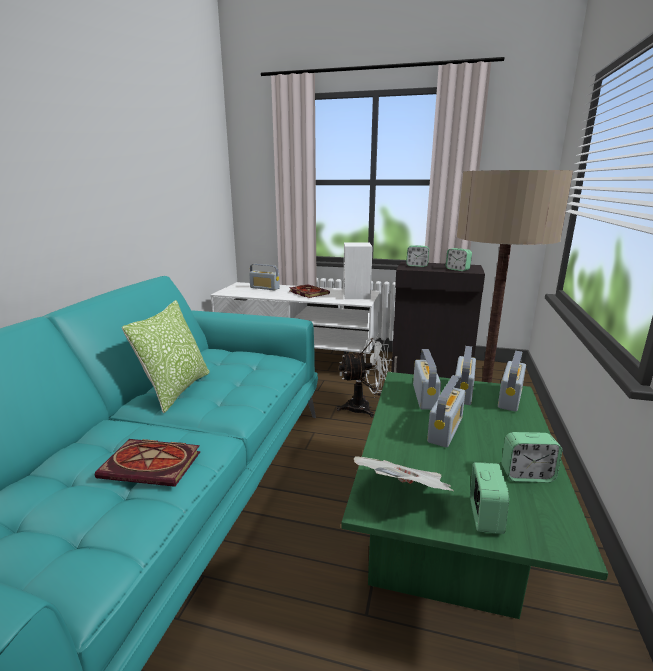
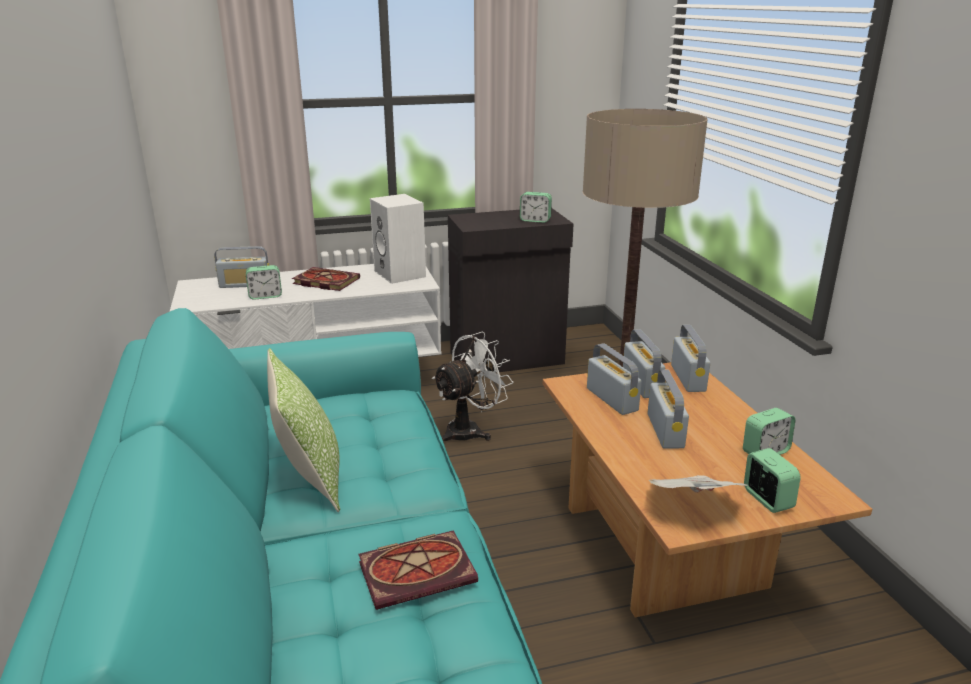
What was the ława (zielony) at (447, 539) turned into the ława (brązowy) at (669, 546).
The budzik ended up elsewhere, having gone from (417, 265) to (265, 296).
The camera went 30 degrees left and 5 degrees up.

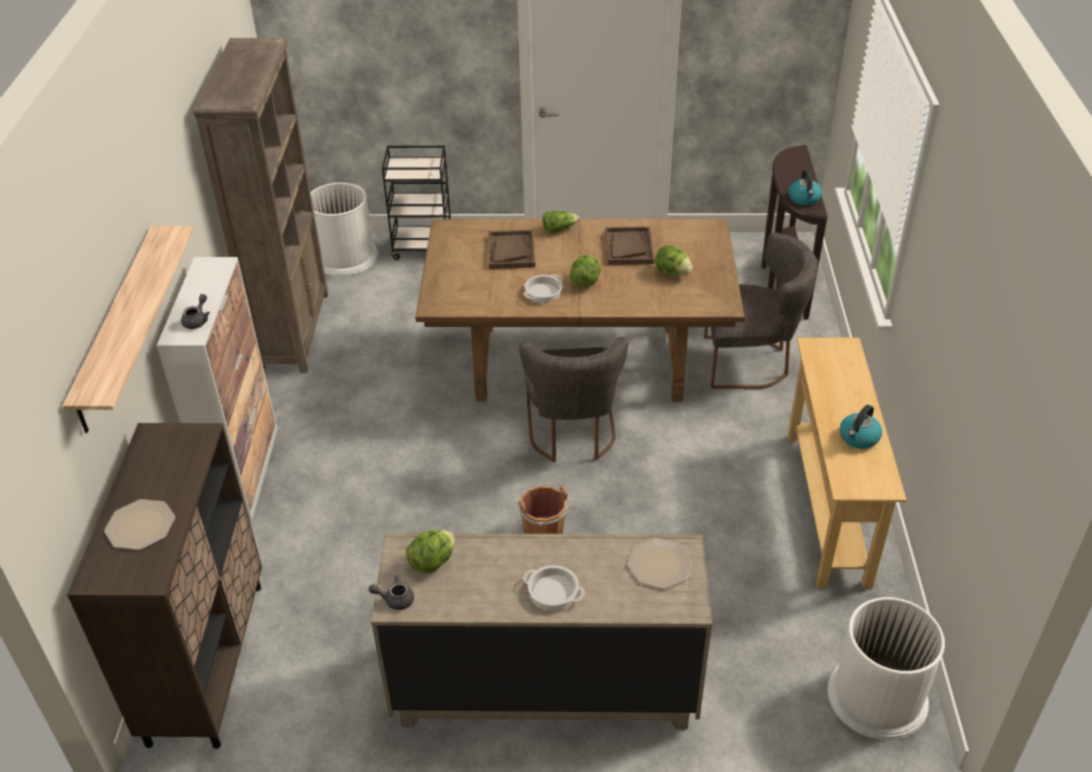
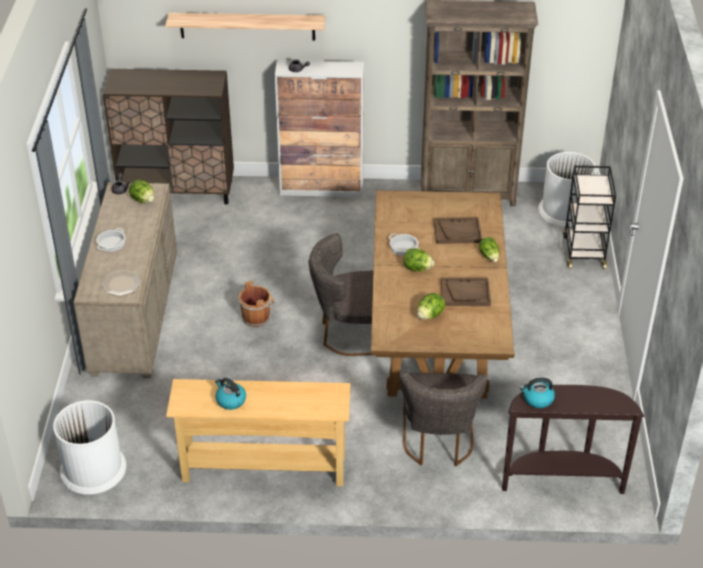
The second view lost the talerz at (140, 526).
The camera went 90 degrees right and 0 degrees up.

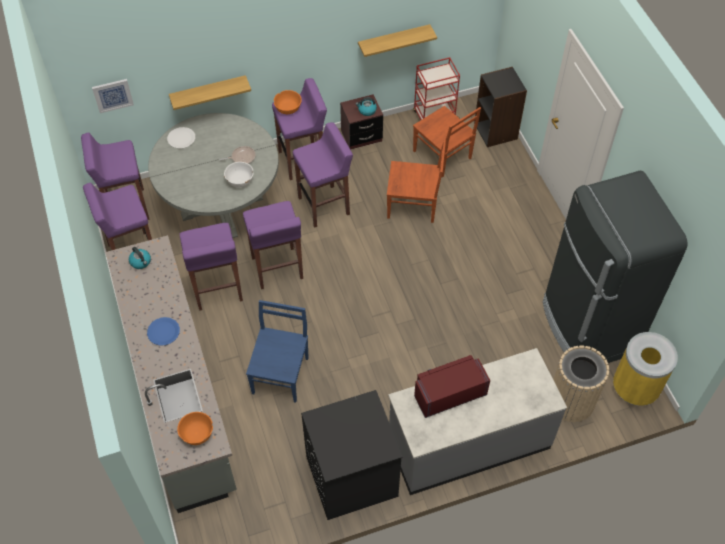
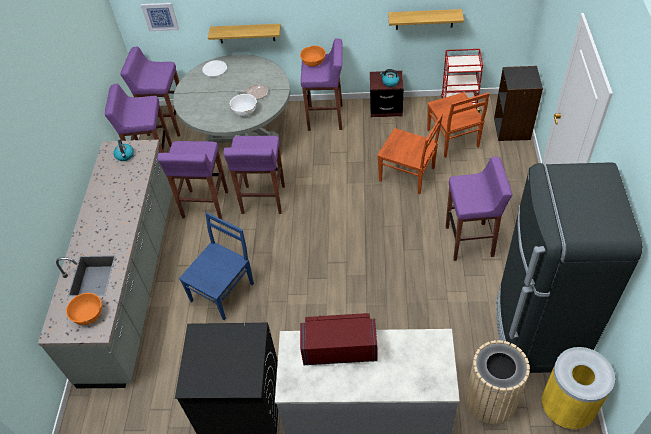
The second view lost the talerz (niebieski) at (163, 332).
The stołek (fioletowy) ended up elsewhere, having gone from (324, 206) to (470, 241).
The camera went 25 degrees right and 5 degrees down.

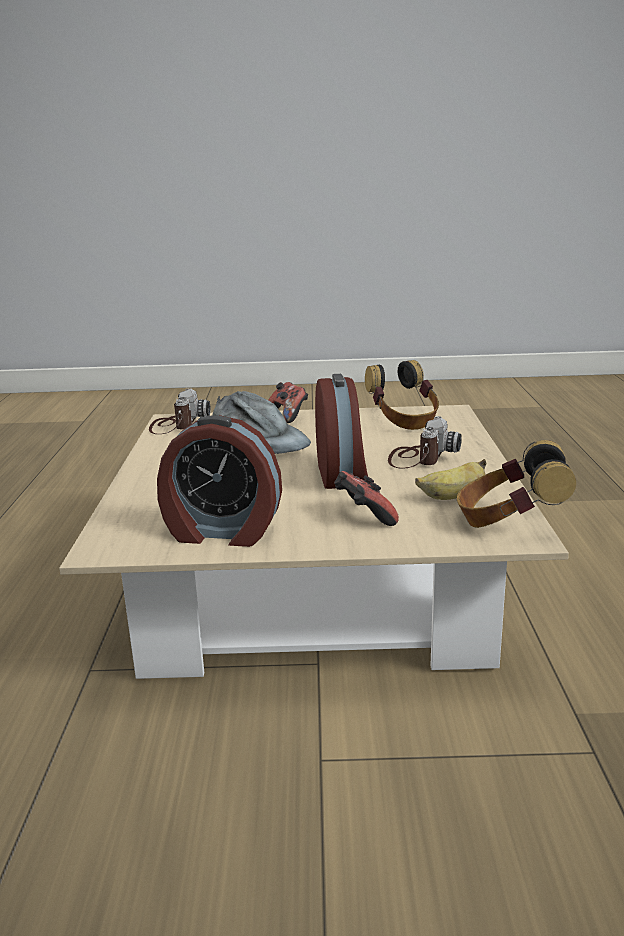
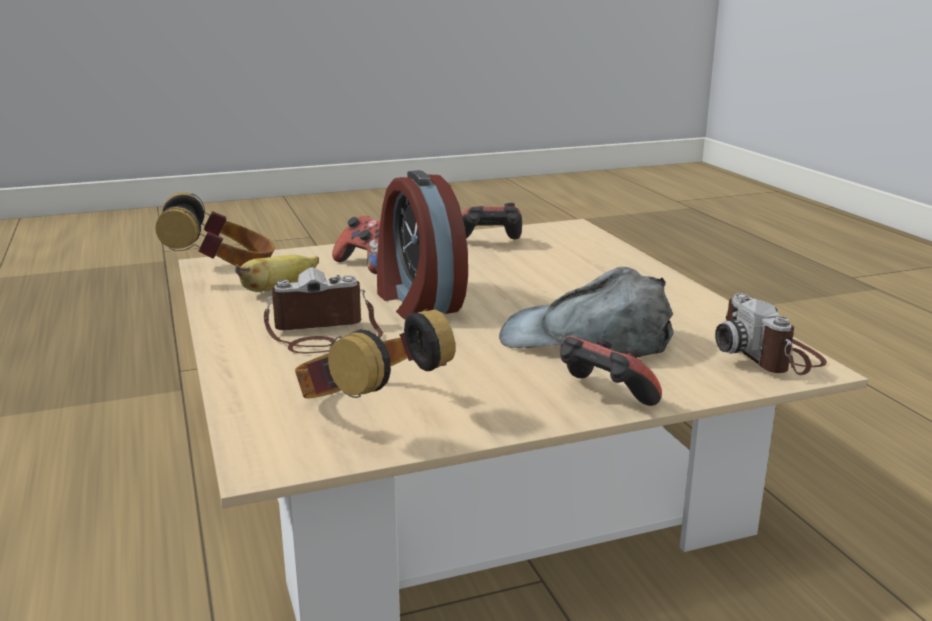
Where the budzik stood at (221, 532), the pad do gier came to stand at (490, 243).
The aparat fotograficzny at (419, 457) ended up facing another way, 75 degrees clockwise from before.
The camera went 160 degrees right and 0 degrees up.

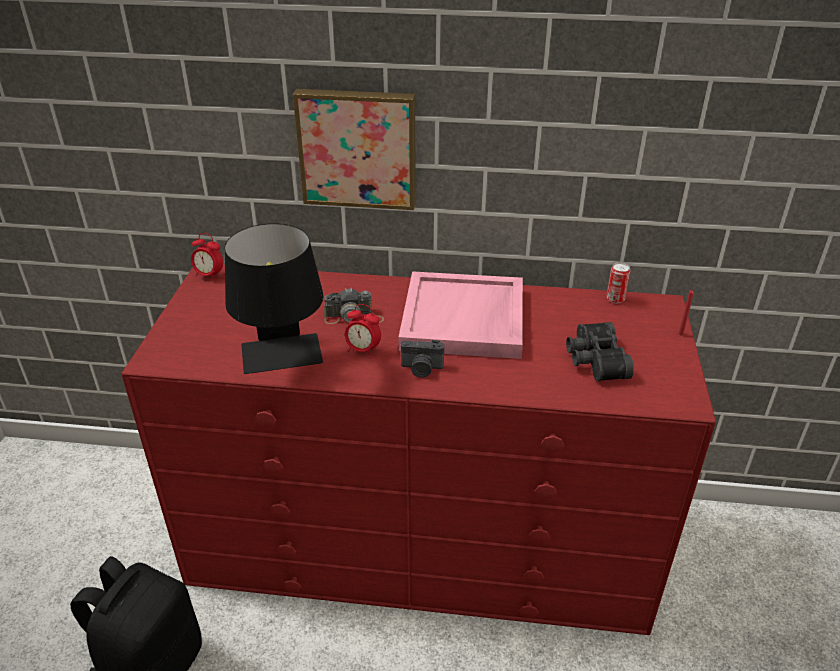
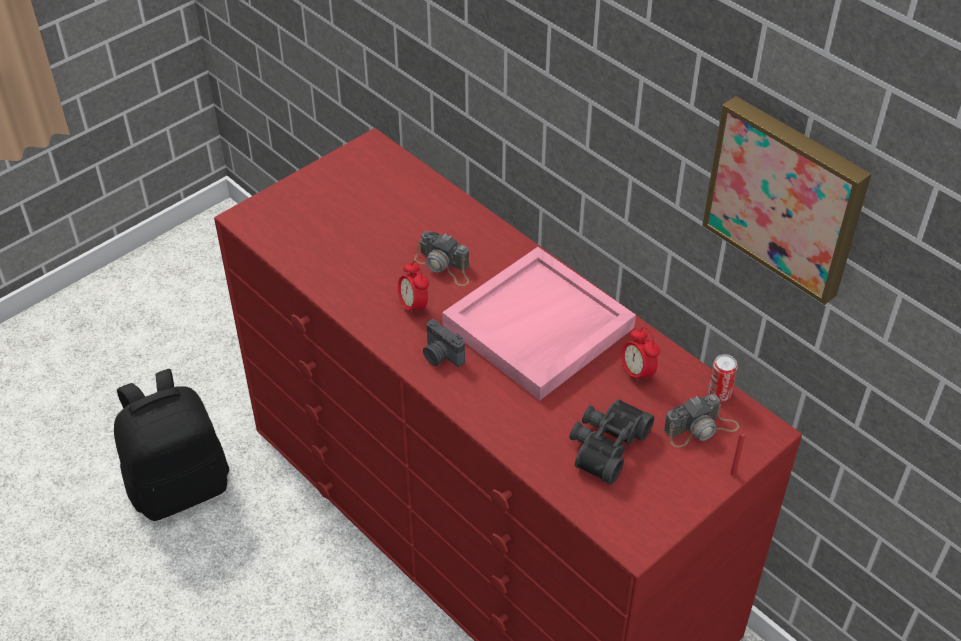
The budzik ended up elsewhere, having gone from (209, 275) to (637, 373).
The second view lost the lampa stołowa (czarny) at (283, 363).
The obraz ended up elsewhere, having gone from (358, 148) to (787, 197).
The second view gained the aparat fotograficzny at (701, 428).
The camera went 40 degrees right and 10 degrees up.

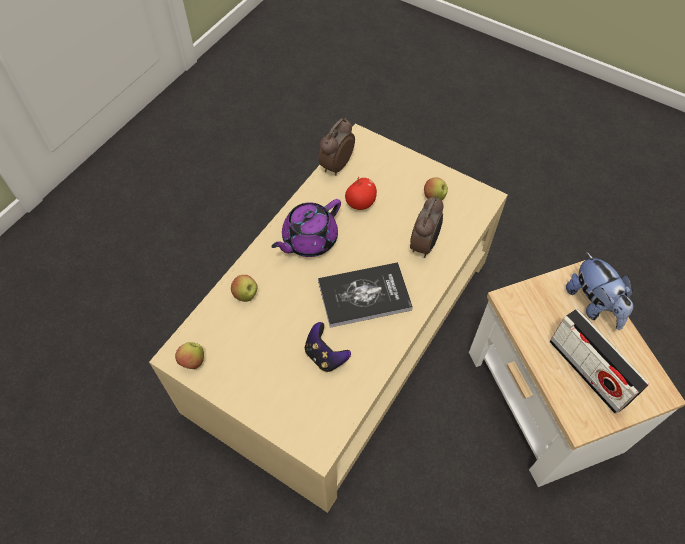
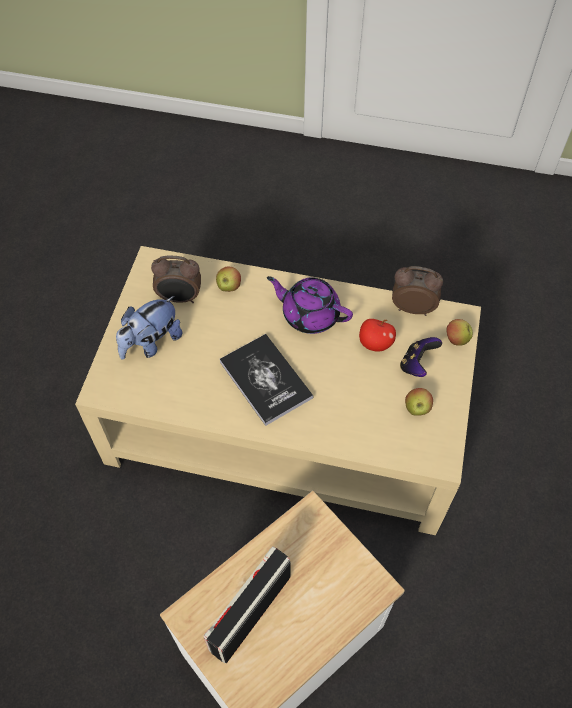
The jabłko ended up elsewhere, having gone from (193, 361) to (456, 339).
The pad do gier ended up elsewhere, having gone from (325, 356) to (417, 364).
The budzik ended up elsewhere, having gone from (424, 244) to (180, 298).
The pluszak ended up elsewhere, having gone from (593, 305) to (151, 343).
The camera went 70 degrees right and 0 degrees up.

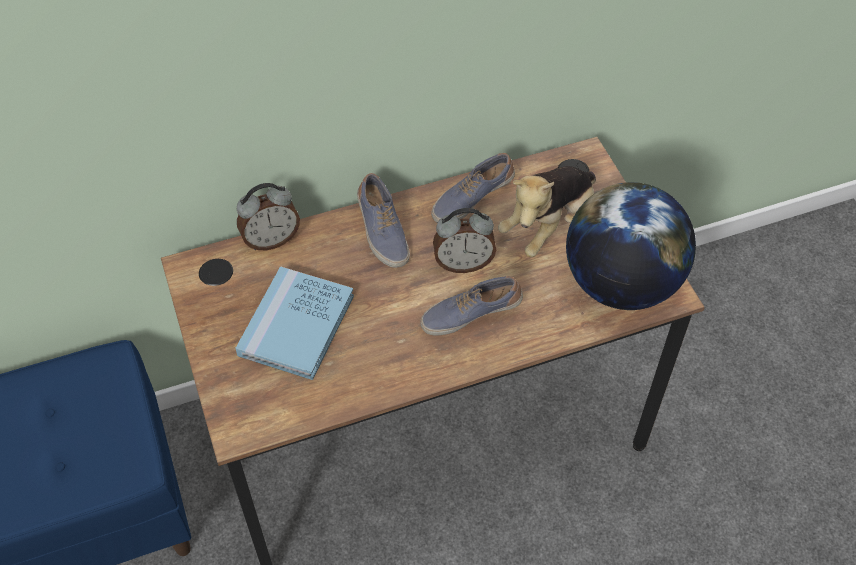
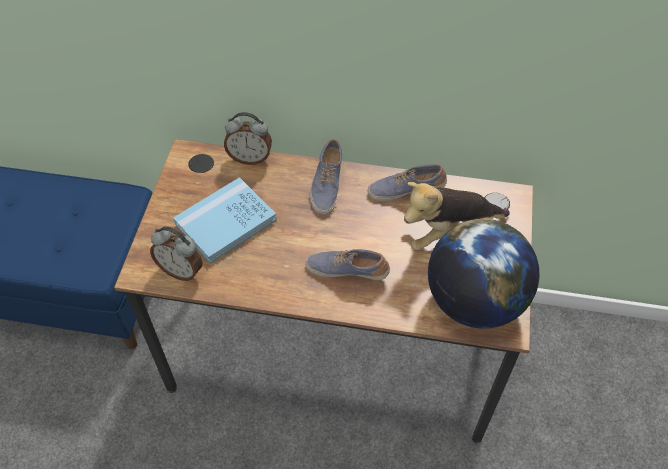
The budzik ended up elsewhere, having gone from (463, 263) to (181, 270).
The camera went 30 degrees right and 0 degrees up.

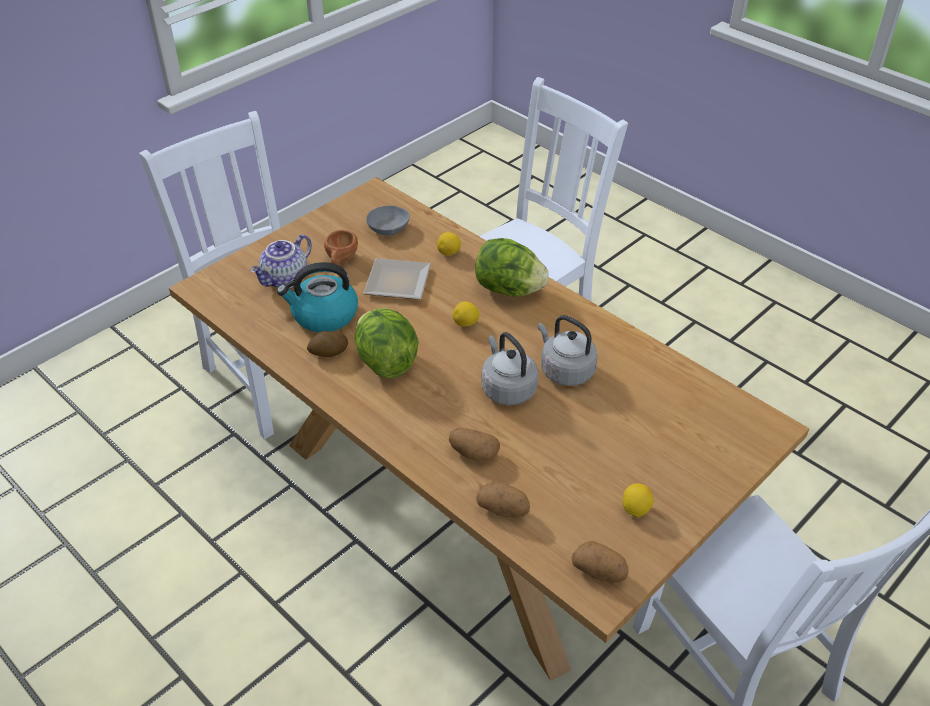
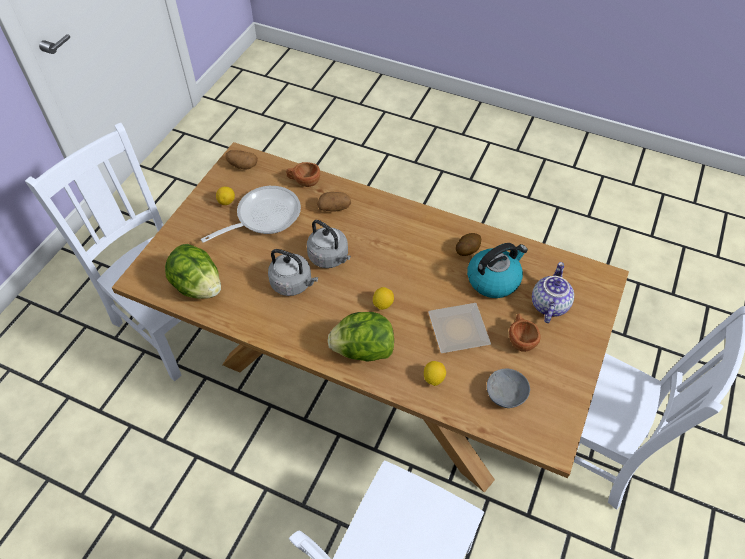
The sałata ended up elsewhere, having gone from (385, 362) to (198, 286).
Where the ziemniak stood at (503, 509), the filiżanka (brązowy) came to stand at (304, 182).
The second view gained the patelnia at (263, 216).
The camera went 160 degrees right and 10 degrees up.

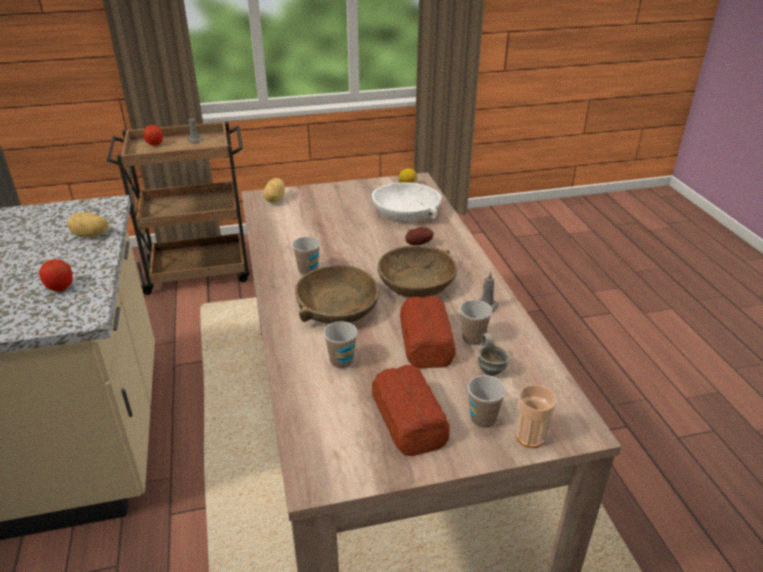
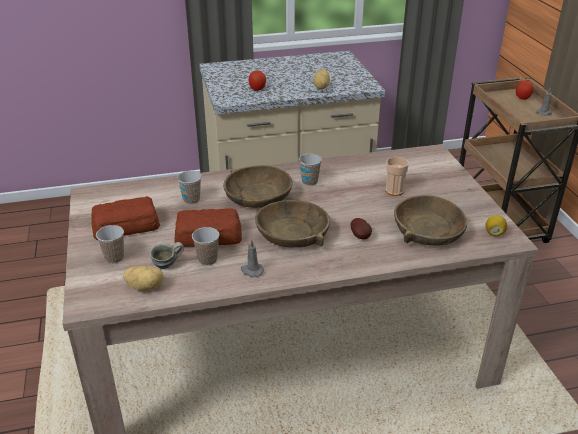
The ziemniak ended up elsewhere, having gone from (274, 199) to (145, 286).
What was the miska (biały) at (407, 211) turned into the miska (brązowy) at (428, 231).
The filiżanka ended up elsewhere, having gone from (530, 437) to (394, 191).
The camera went 90 degrees right and 0 degrees up.

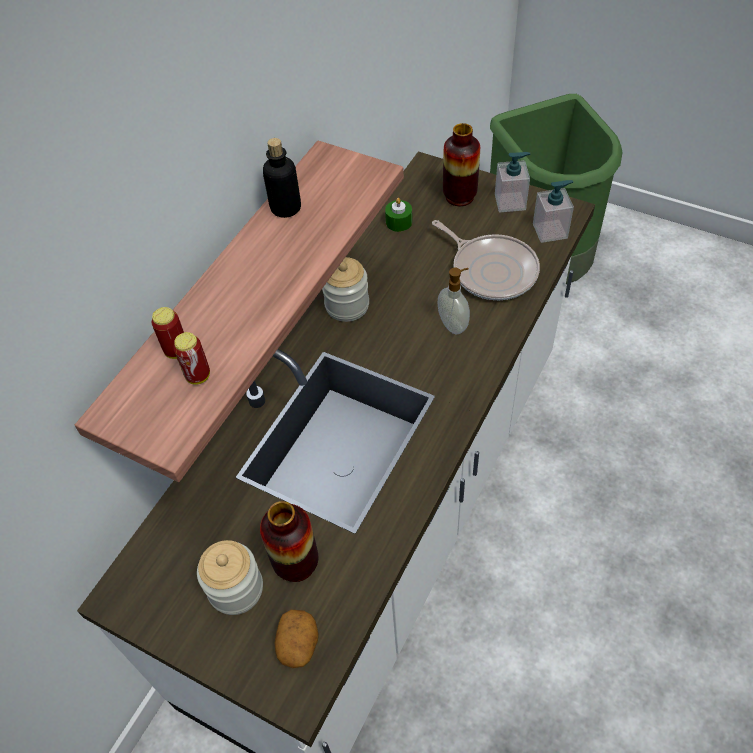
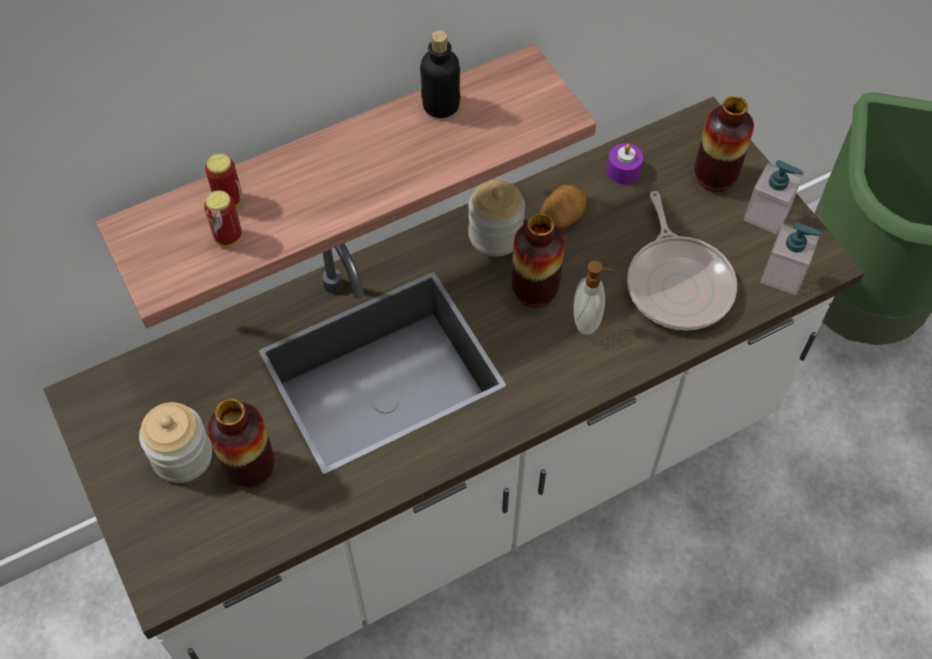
The ziemniak ended up elsewhere, having gone from (298, 644) to (562, 216).
What was the świeca (zielony) at (399, 222) turned into the świeca (fioletowy) at (623, 170).
The second view gained the wazon at (534, 291).
The camera went 30 degrees right and 5 degrees up.

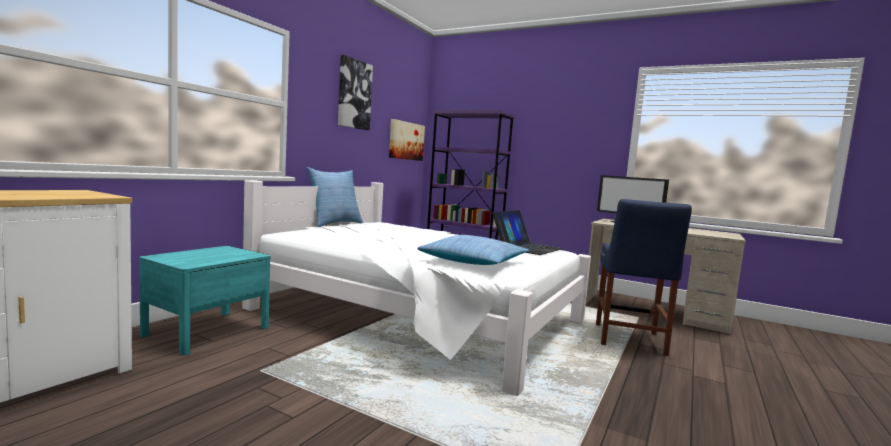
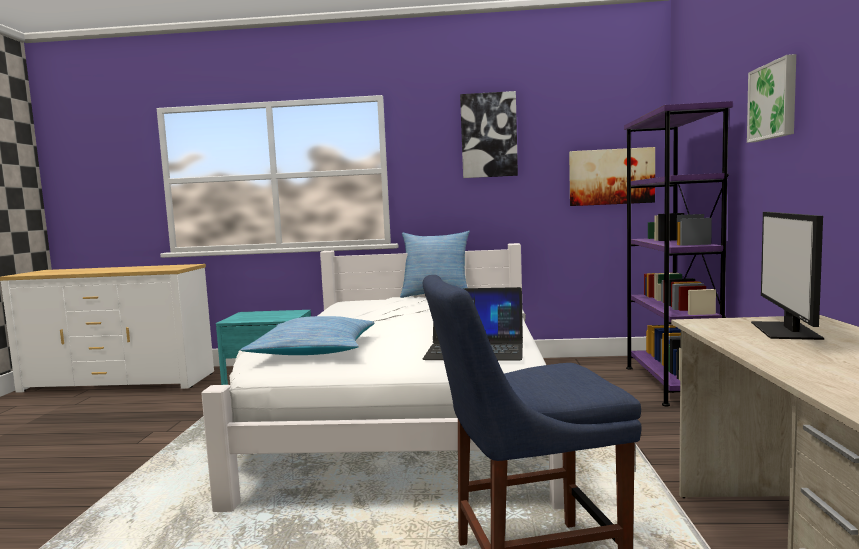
The second view gained the obraz at (774, 101).
The camera went 65 degrees right and 0 degrees up.

